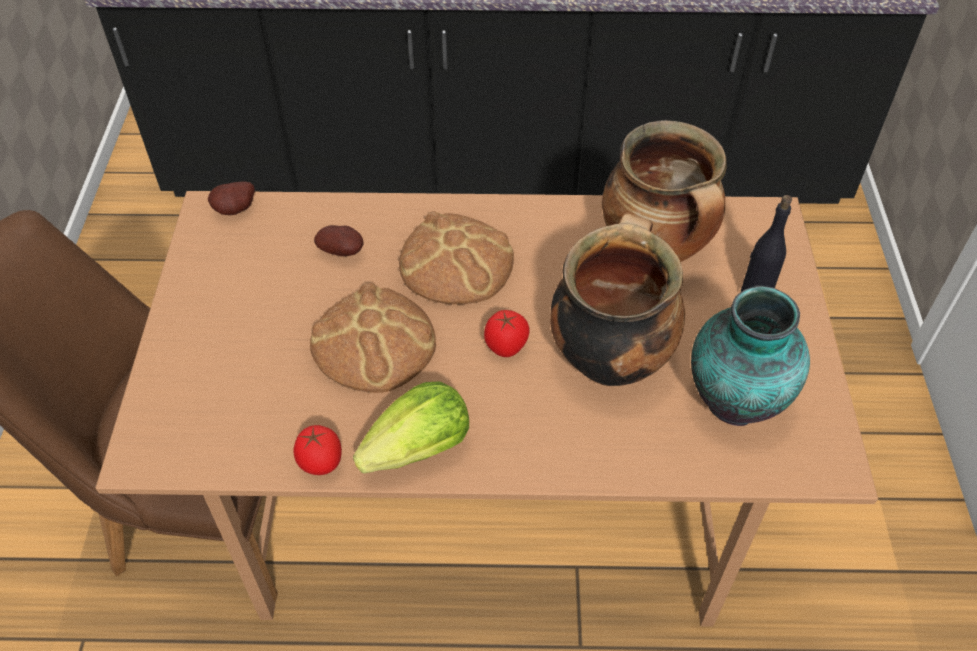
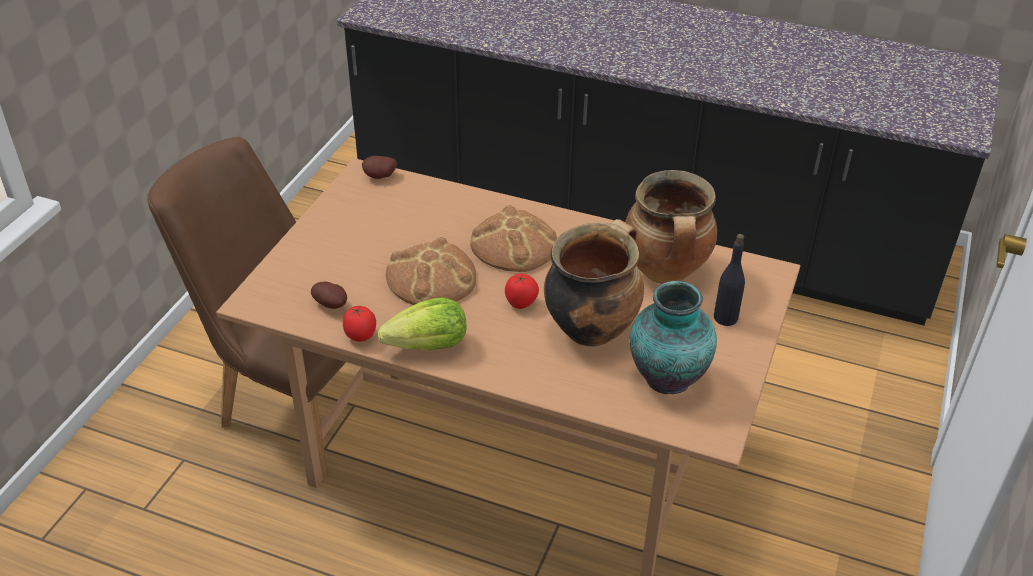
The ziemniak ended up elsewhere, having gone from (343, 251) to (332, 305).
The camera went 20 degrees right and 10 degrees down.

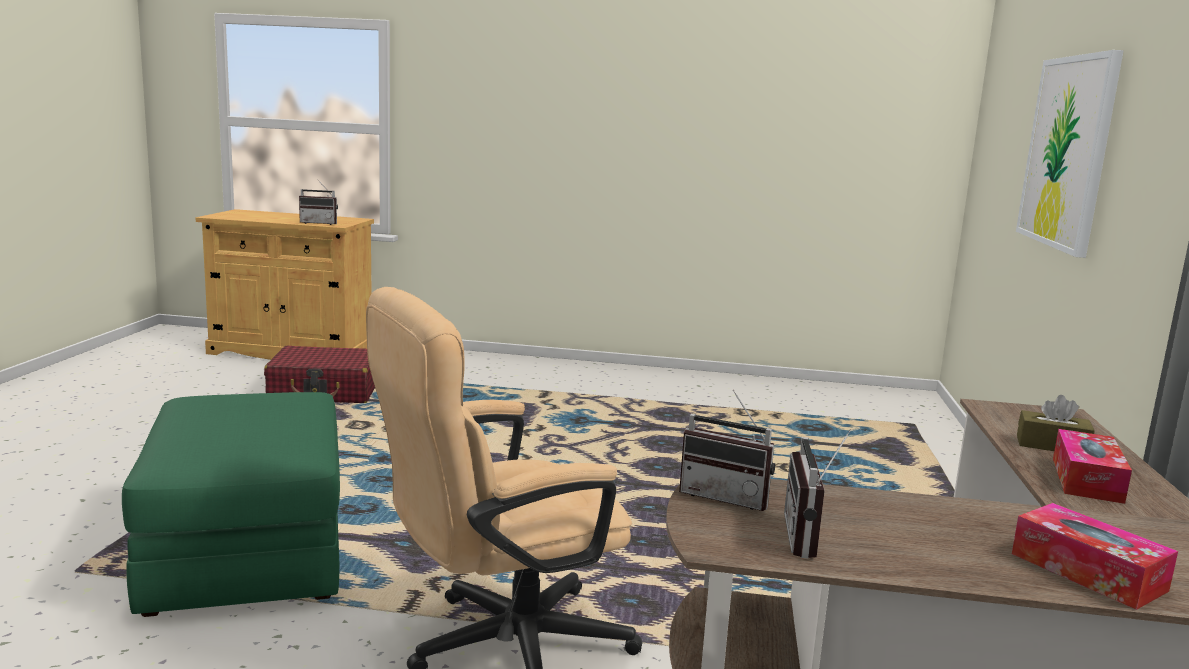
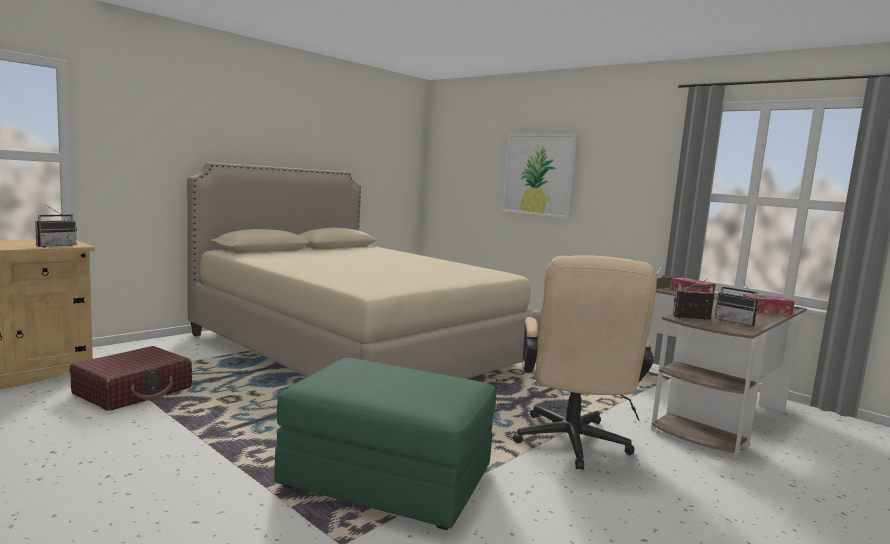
The radio at (727, 497) ended up facing another way, 150 degrees counterclockwise from before.
The second view gained the łóżko (beżowy) at (355, 352).
The camera went 55 degrees left and 5 degrees down.

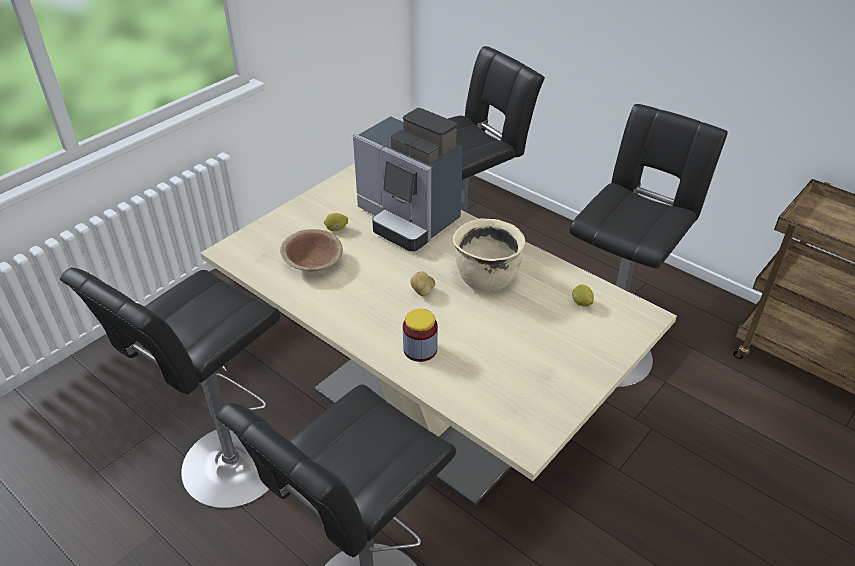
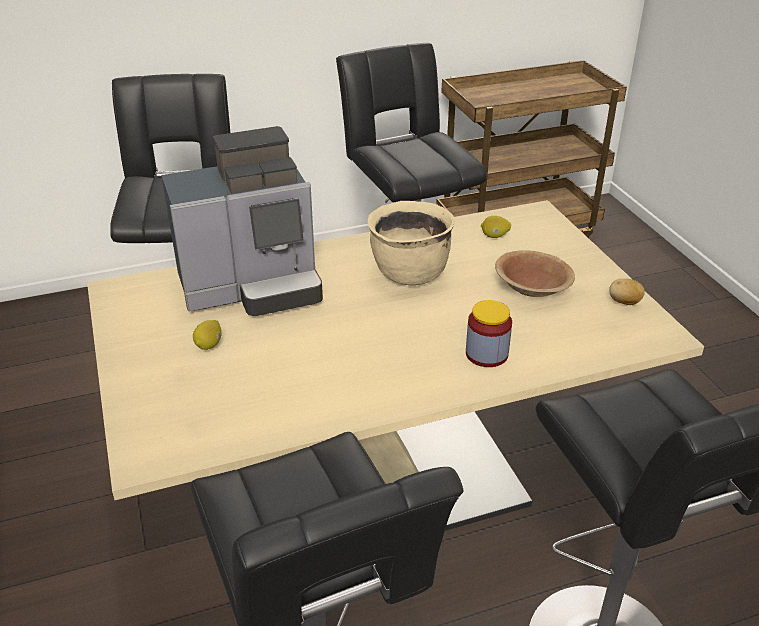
The miska (brązowy) ended up elsewhere, having gone from (313, 263) to (532, 289).
The ziemniak ended up elsewhere, having gone from (423, 292) to (624, 302).
The camera went 60 degrees left and 5 degrees down.

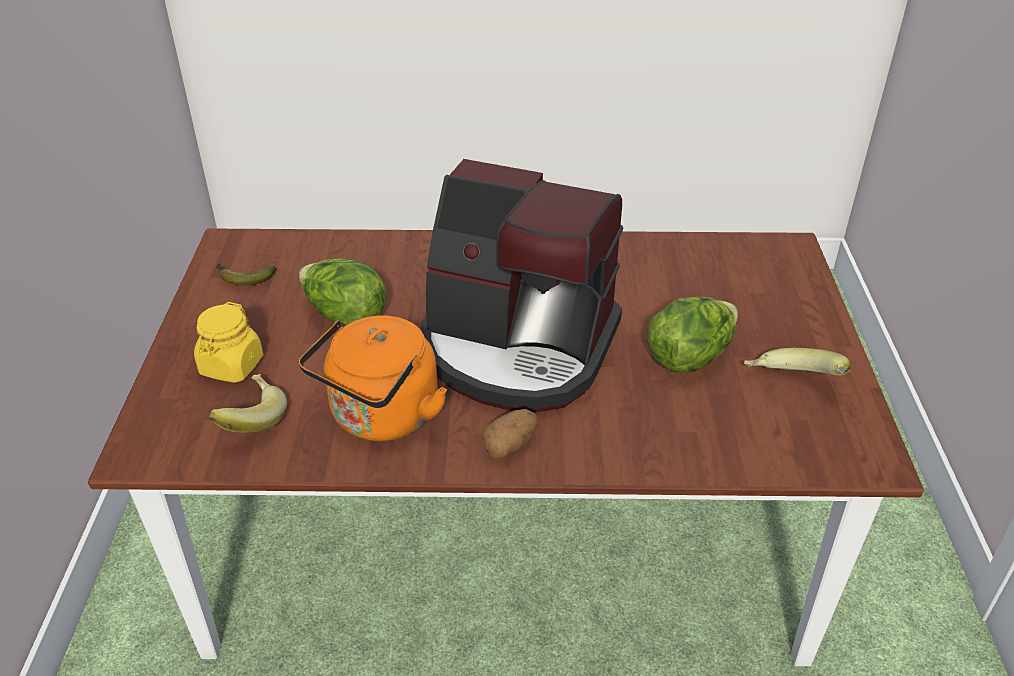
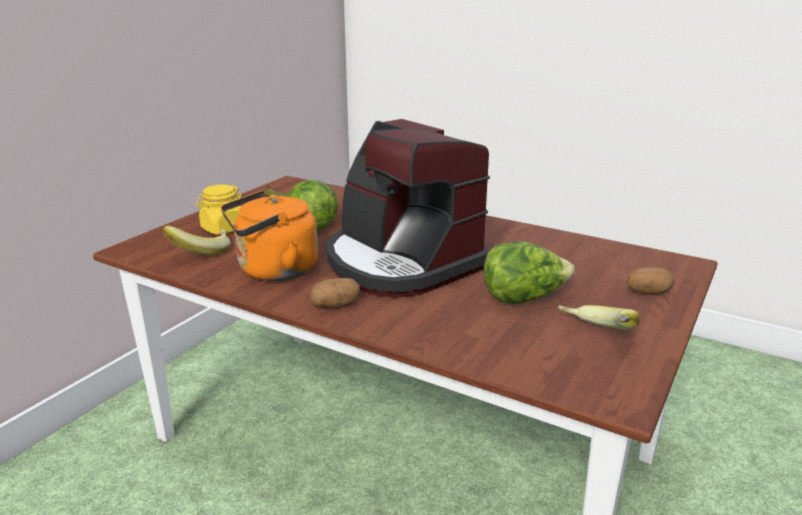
The second view gained the ziemniak at (648, 292).
The camera went 30 degrees right and 15 degrees down.

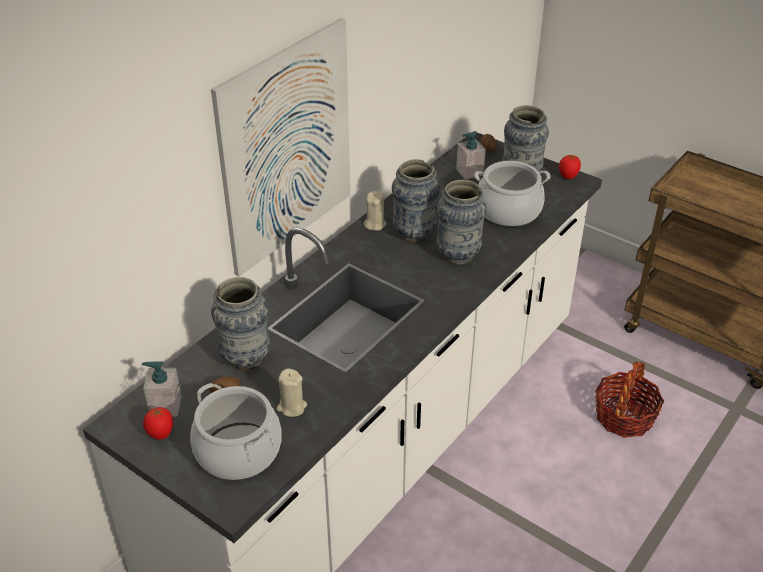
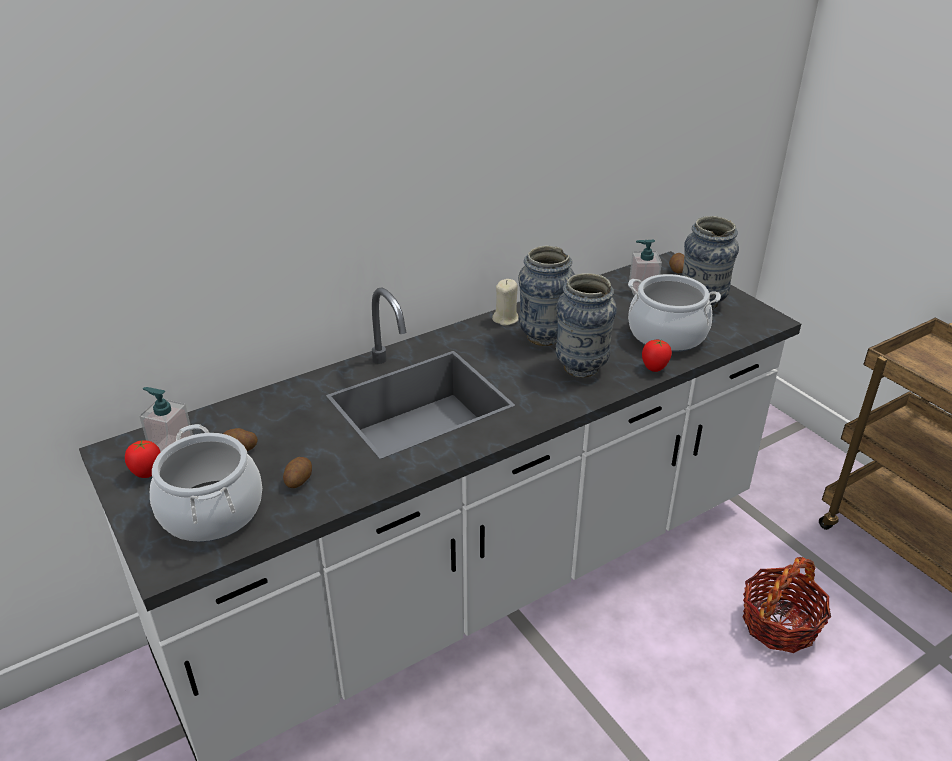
The second view lost the obraz at (287, 148).
The second view lost the wazon at (246, 359).
Where the świeca (beżowy) stood at (291, 407), the ziemniak came to stand at (298, 480).
The pomidor ended up elsewhere, having gone from (568, 177) to (654, 368).
The camera went 20 degrees right and 5 degrees down.

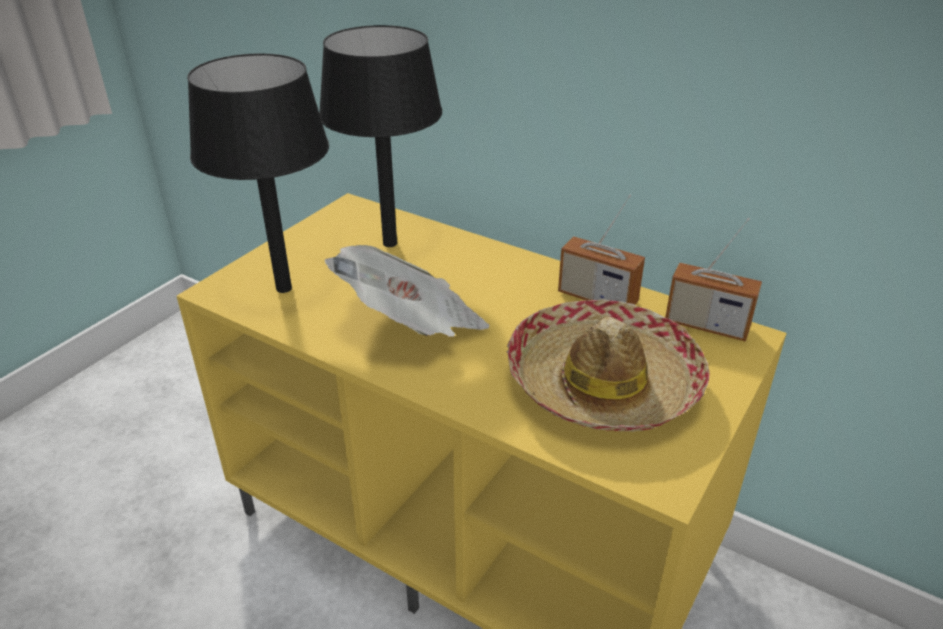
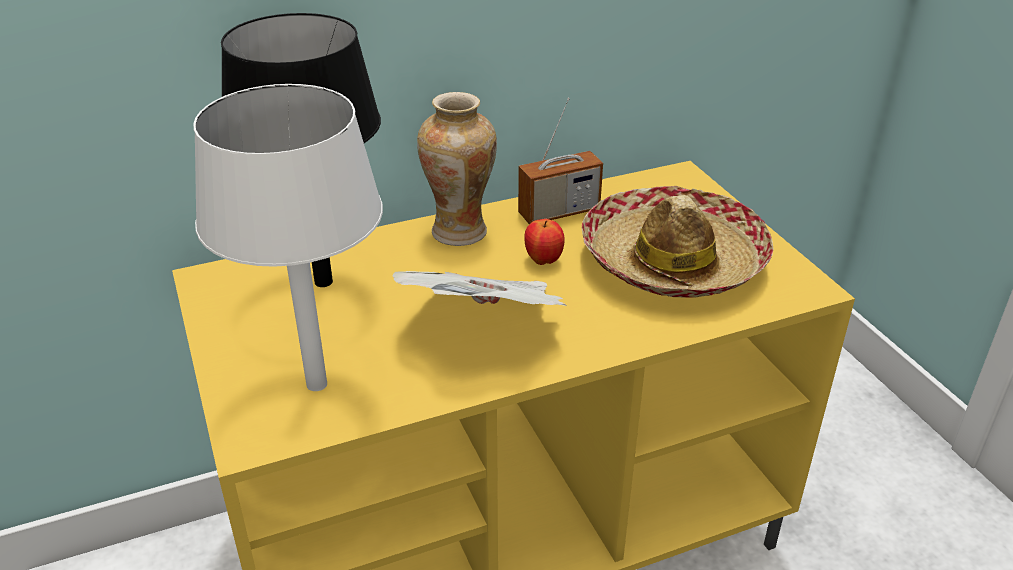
What was the lampa stołowa (czarny) at (284, 289) turned into the lampa stołowa (biały) at (317, 384).
The second view lost the radio at (706, 325).
The second view gained the wazon at (460, 231).
The second view gained the jabłko at (543, 260).
The camera went 55 degrees left and 0 degrees up.

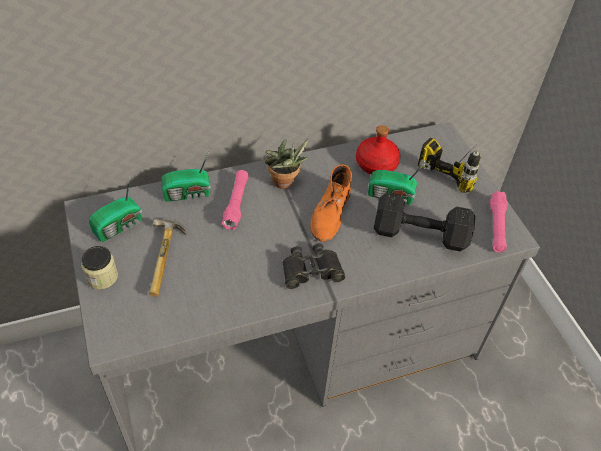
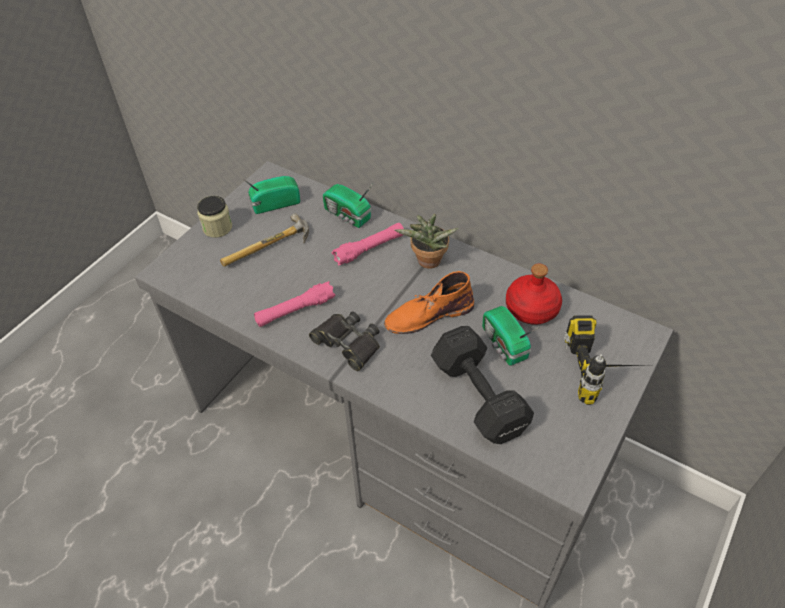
The radio at (120, 226) ended up facing another way, 150 degrees clockwise from before.
The latarka (różowy) ended up elsewhere, having gone from (496, 226) to (295, 310).
The camera went 55 degrees right and 0 degrees up.

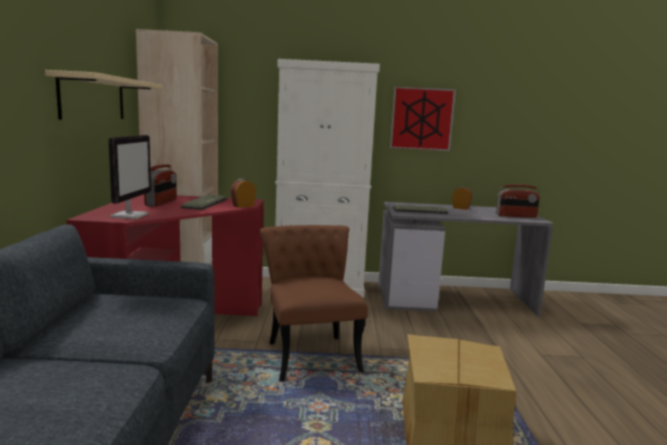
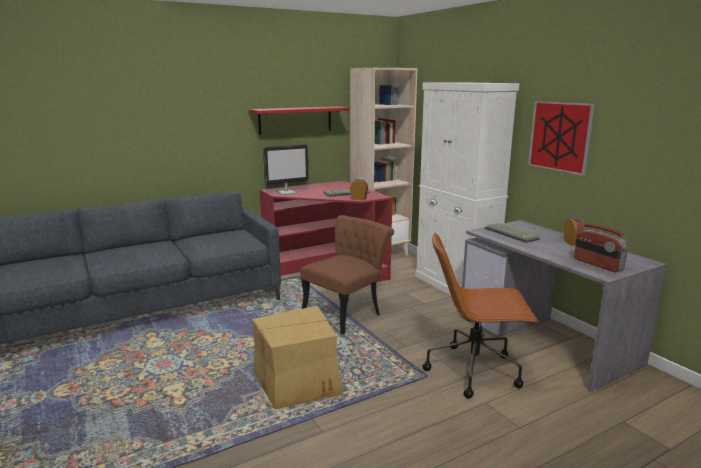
What was the półka (beżowy) at (93, 98) turned into the półka (czerwony) at (295, 120).
The second view lost the radio at (161, 202).
The second view gained the krzesło biurowe (brązowy) at (475, 370).
The camera went 60 degrees right and 5 degrees up.

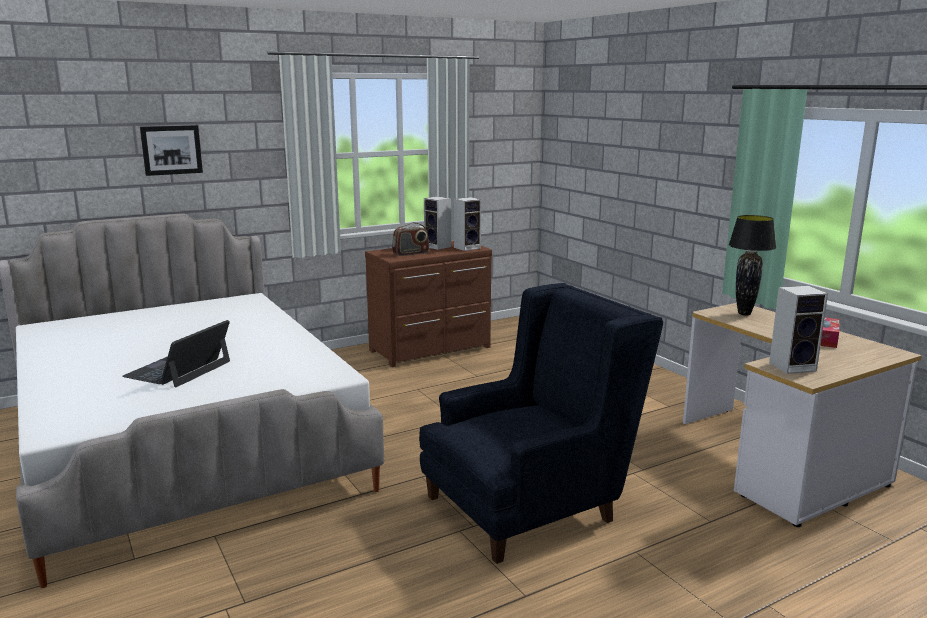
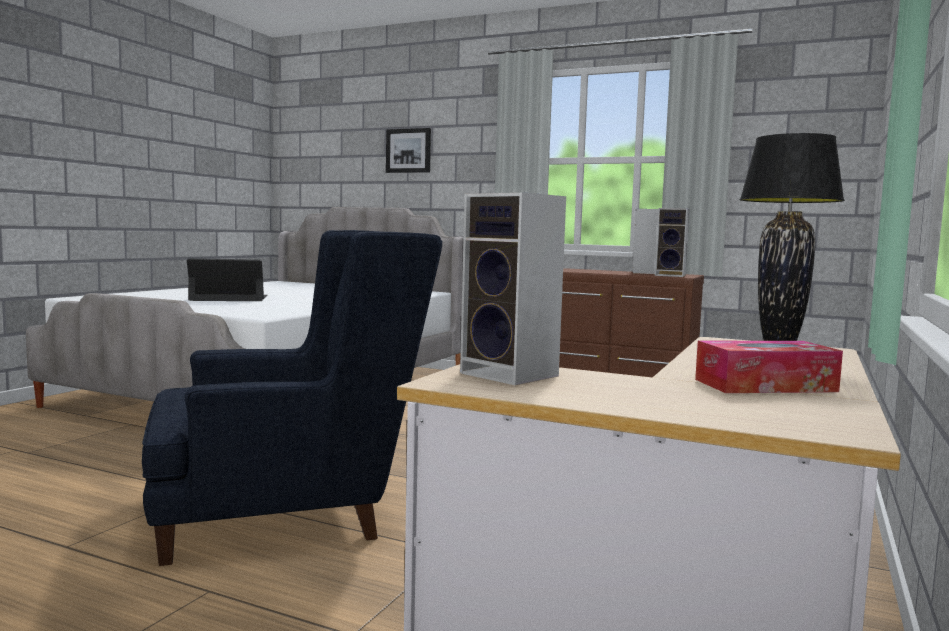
The second view lost the radio at (411, 253).
The fotel (niebieski) at (531, 504) ended up facing another way, 45 degrees counterclockwise from before.
The camera went 55 degrees right and 10 degrees down.

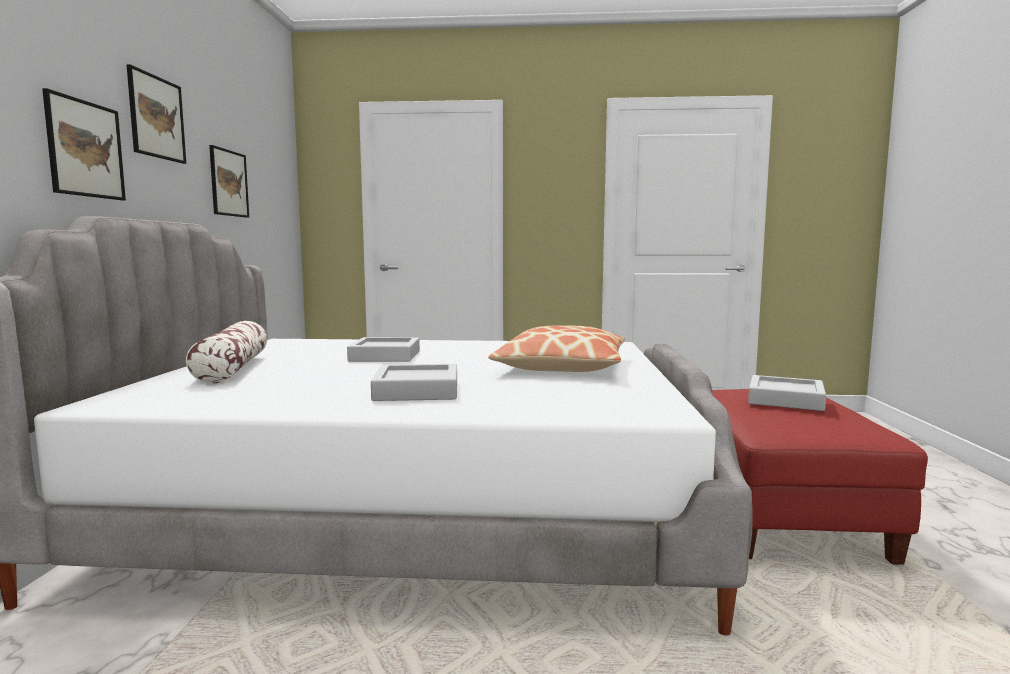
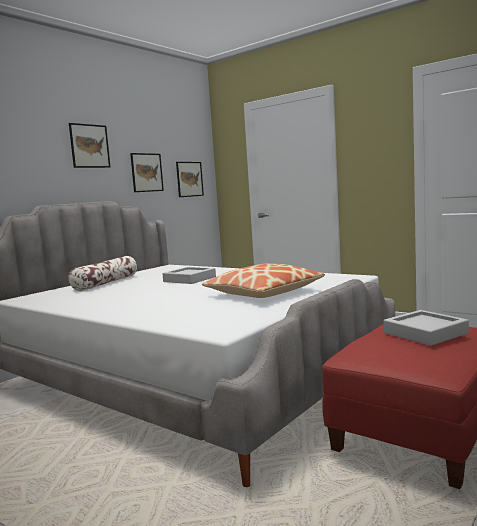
The obraz ended up elsewhere, having gone from (85, 149) to (189, 179).
The second view lost the taca (szary) at (417, 390).
The camera went 35 degrees right and 0 degrees up.

